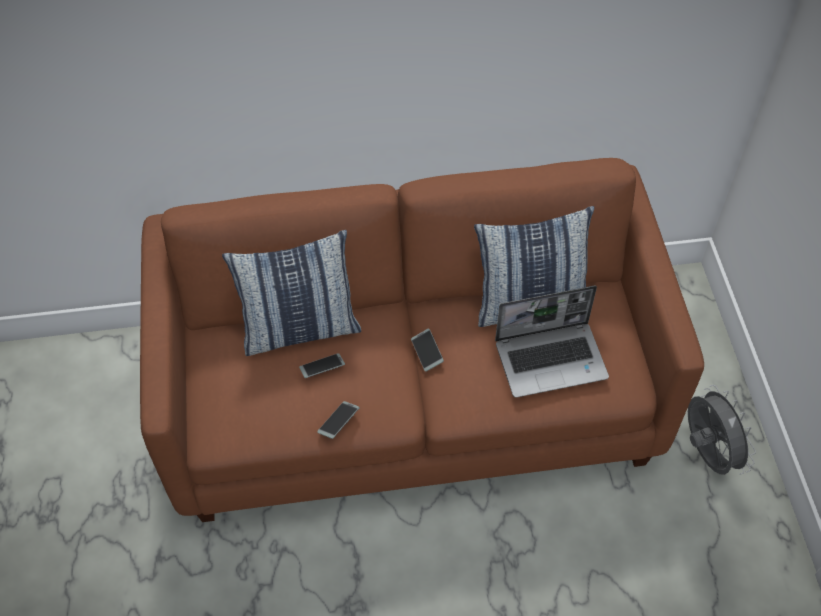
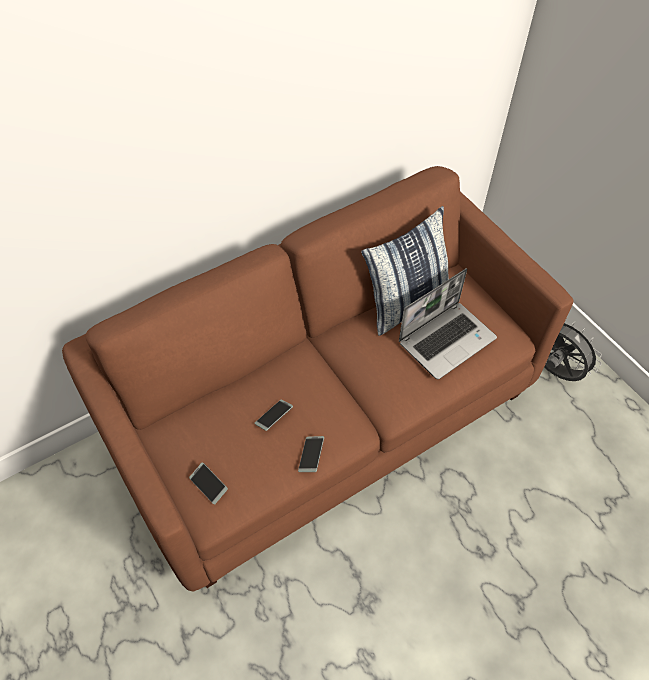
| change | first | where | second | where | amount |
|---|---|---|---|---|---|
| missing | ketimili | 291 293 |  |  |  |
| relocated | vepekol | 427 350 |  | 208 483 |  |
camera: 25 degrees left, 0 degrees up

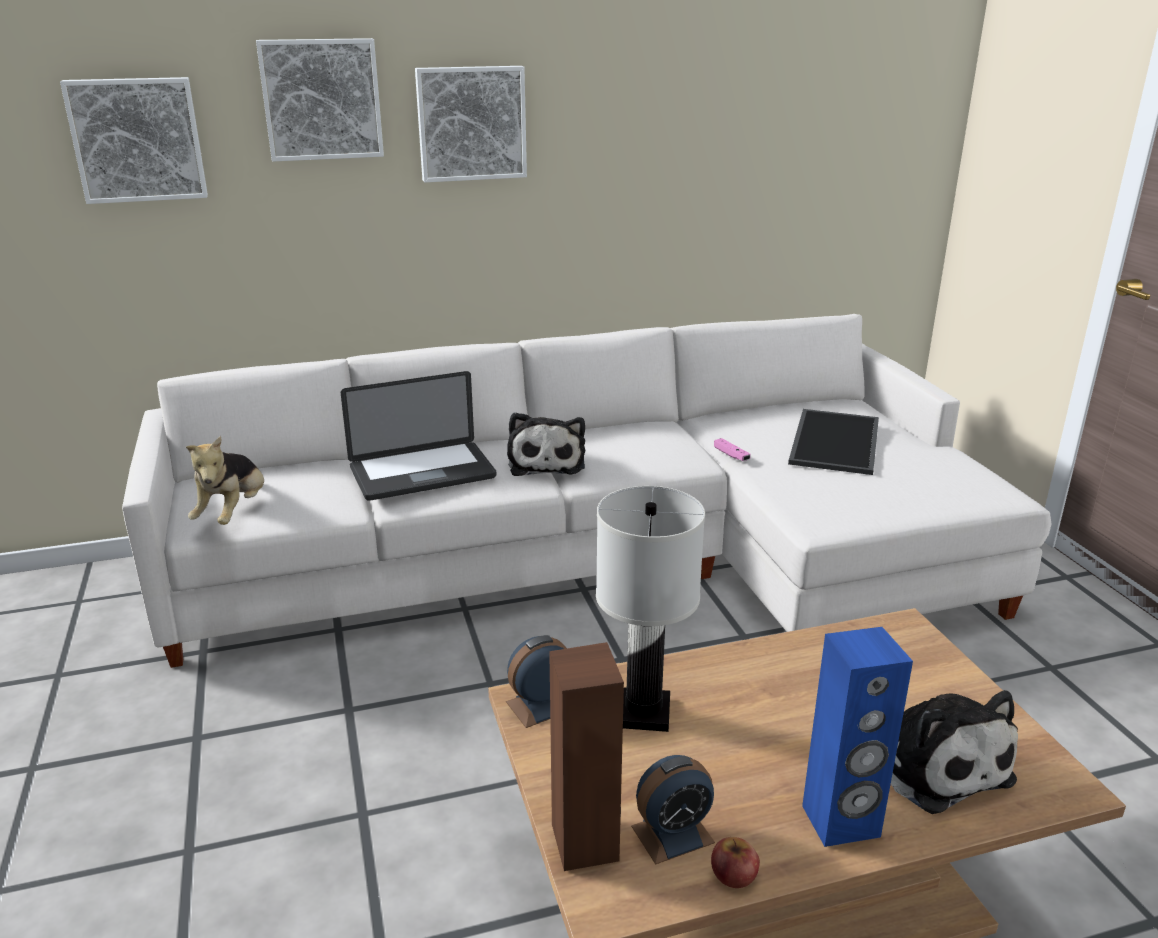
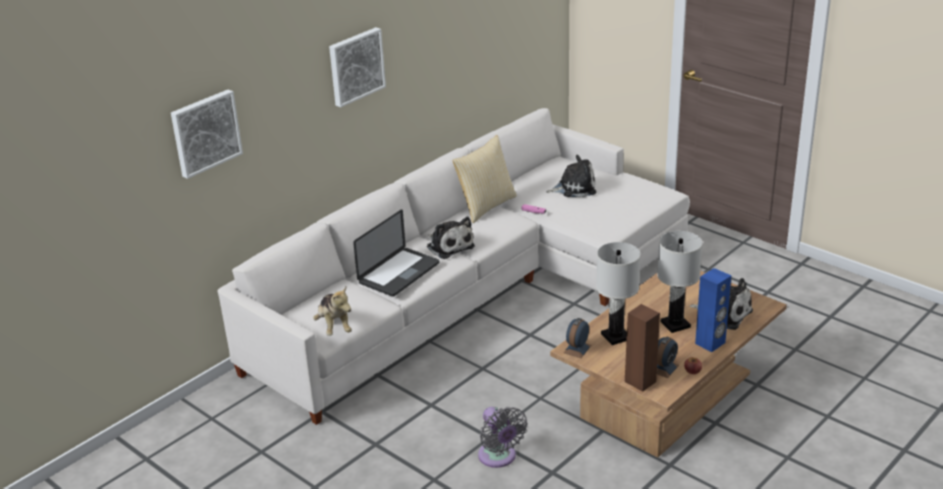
| change | first | where | second | where | amount |
|---|---|---|---|---|---|
| missing | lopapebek | 320 100 |  |  |  |
| exchanged | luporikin | 833 442 | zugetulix | 571 176 |  |
| appeared |  |  | ketimili | 485 179 |  |
| appeared |  |  | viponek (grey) | 503 437 |  |
| appeared |  |  | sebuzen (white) | 679 282 |  |
camera: 30 degrees left, 5 degrees up

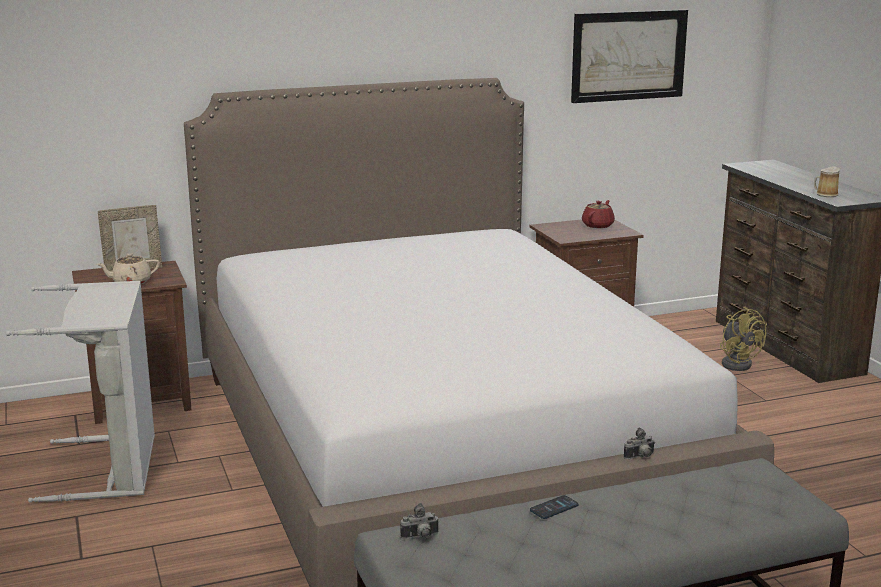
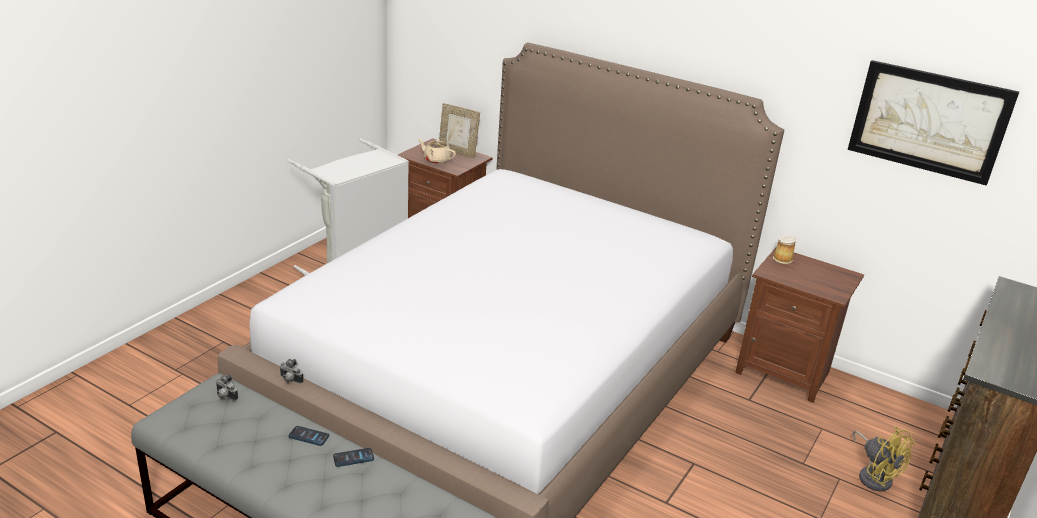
| change | first | where | second | where | amount |
|---|---|---|---|---|---|
| missing | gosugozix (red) | 598 214 |  |  |  |
| relocated | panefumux | 639 443 |  | 291 371 |  |
| spun | viponek (yellow) | 743 338 |  | 884 458 | 60 degrees counterclockwise |
| relocated | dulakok | 827 181 |  | 785 250 |  |
| appeared |  |  | vepekol | 353 457 |  |
camera: 50 degrees right, 10 degrees up

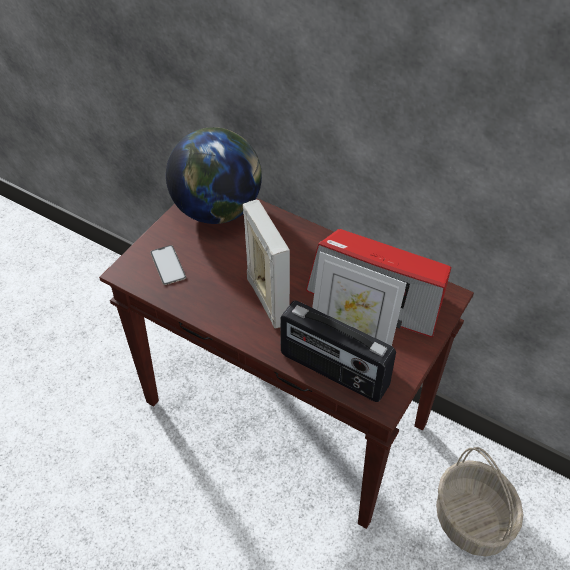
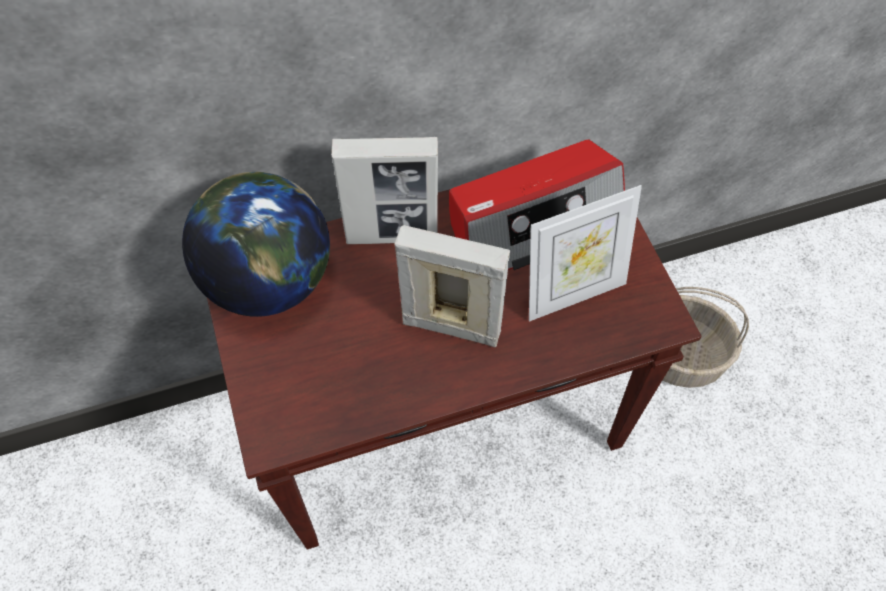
| change | first | where | second | where | amount |
|---|---|---|---|---|---|
| missing | vepekol | 168 265 |  |  |  |
| missing | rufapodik | 338 351 |  |  |  |
| appeared |  |  | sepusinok | 384 190 |  |
camera: 50 degrees left, 10 degrees up

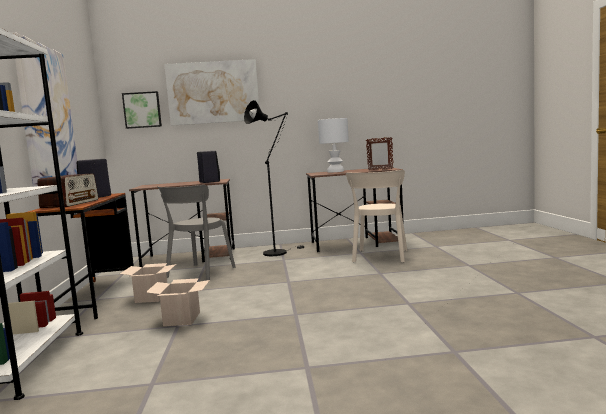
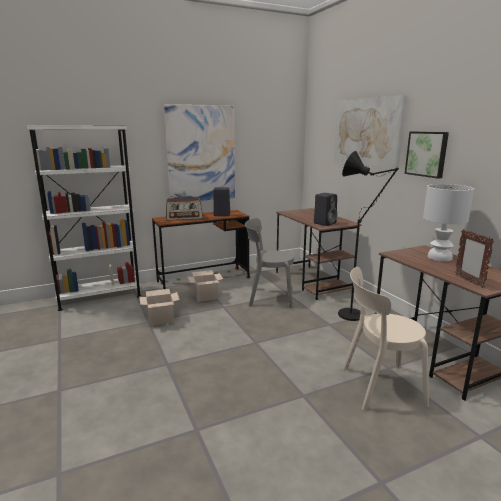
| change | first | where | second | where | amount |
|---|---|---|---|---|---|
| relocated | lopapebek | 142 110 |  | 427 155 |  |
camera: 70 degrees right, 10 degrees up

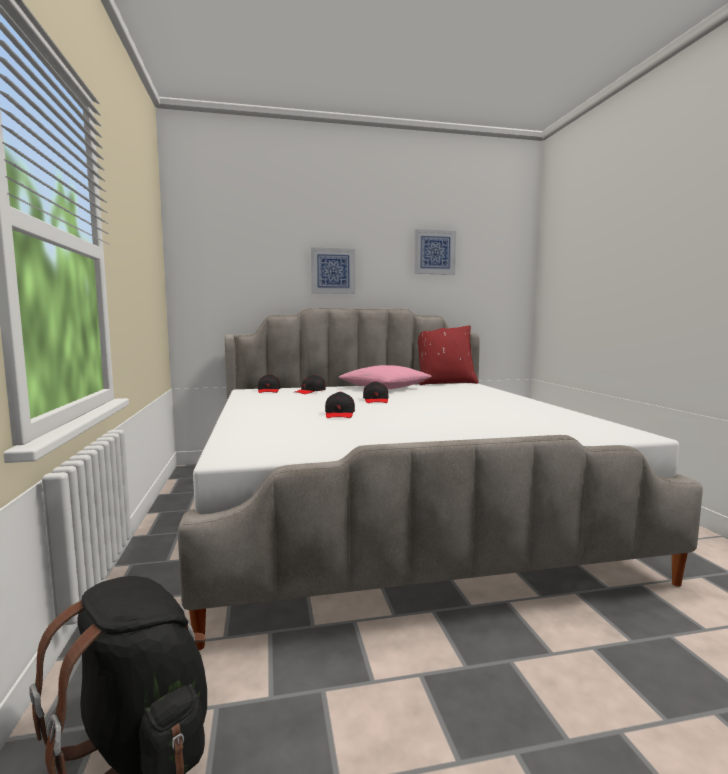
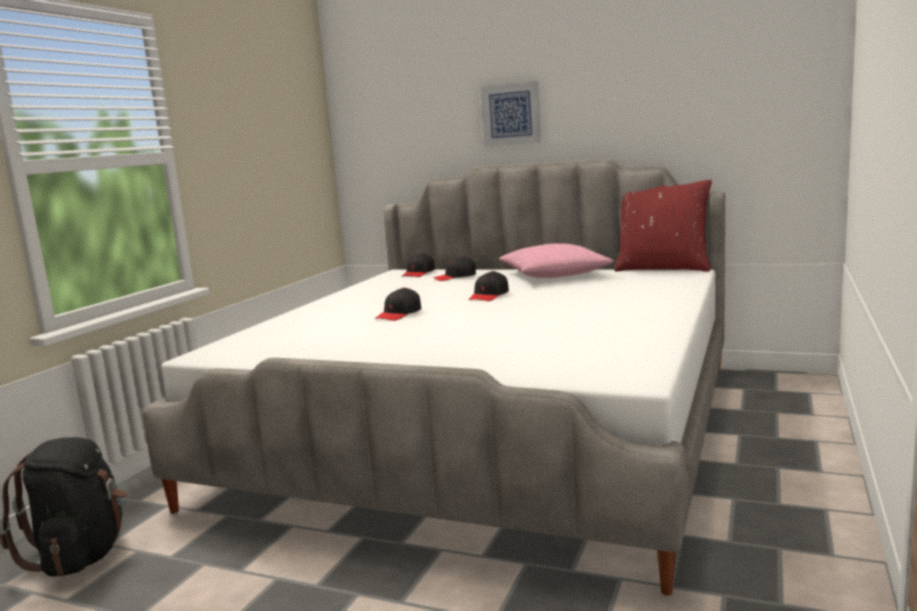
| change | first | where | second | where | amount |
|---|---|---|---|---|---|
| missing | lopapebek | 435 252 |  |  |  |
camera: 35 degrees right, 5 degrees up

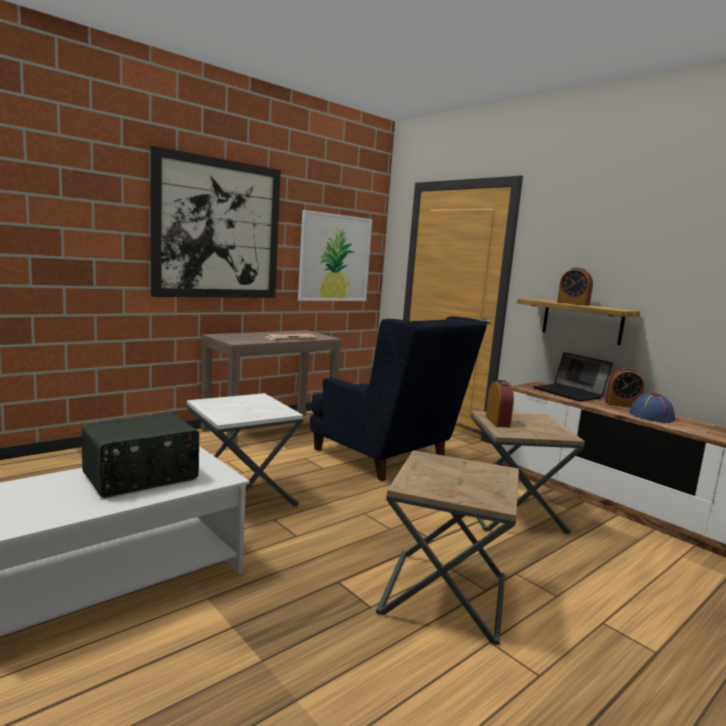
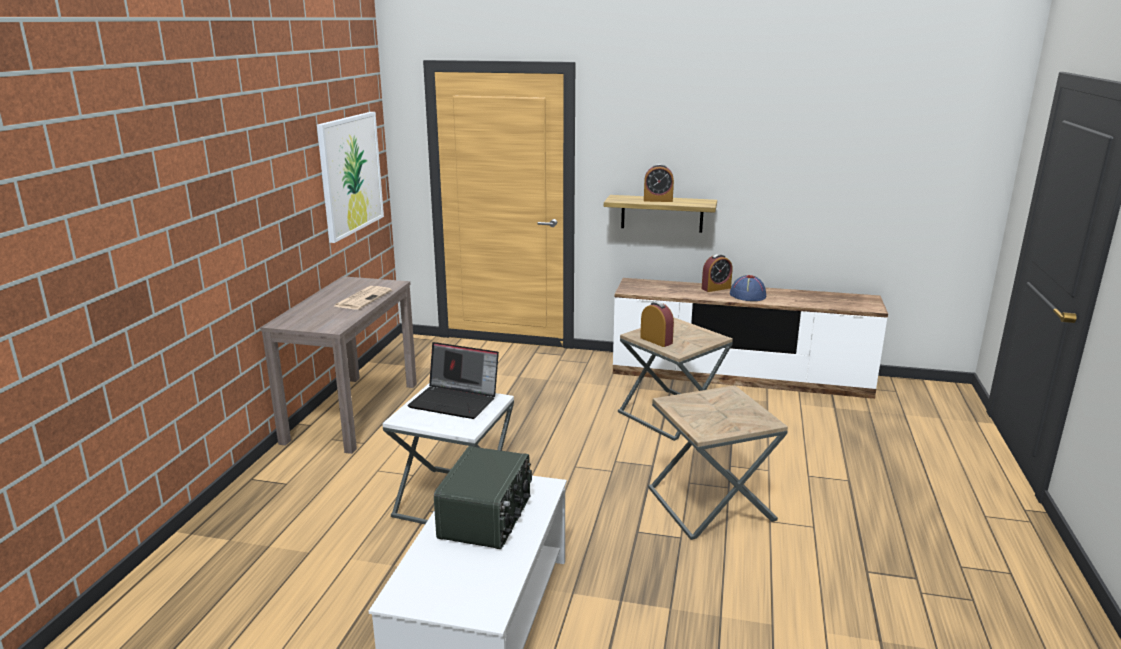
| change | first | where | second | where | amount |
|---|---|---|---|---|---|
| missing | lopapebek | 216 222 |  |  |  |
| missing | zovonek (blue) | 398 398 |  |  |  |
| relocated | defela | 573 376 |  | 453 380 |  |
camera: 35 degrees left, 10 degrees up

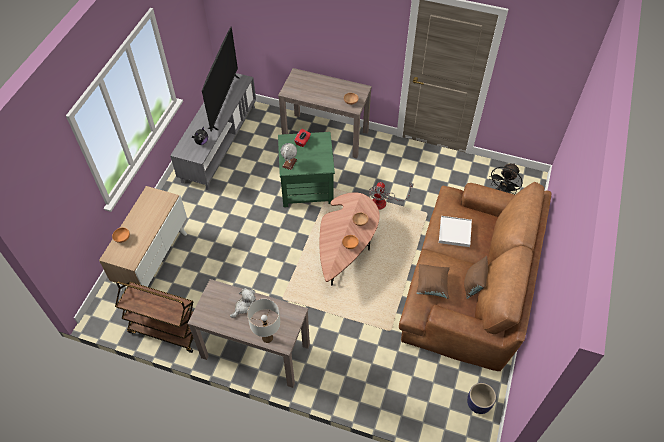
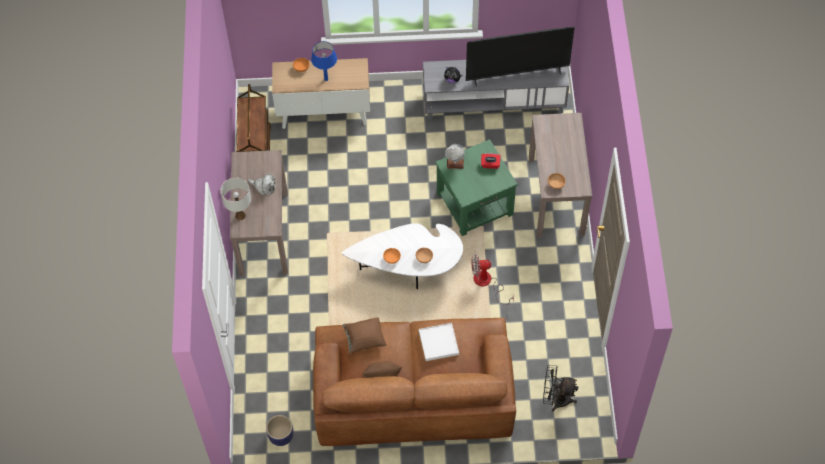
| change | first | where | second | where | amount |
|---|---|---|---|---|---|
| colour | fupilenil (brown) | 350 239 | fupilenil (white) | 402 256 |  |
| appeared |  |  | sebuzen (blue) | 324 61 |  |
camera: 70 degrees right, 5 degrees up

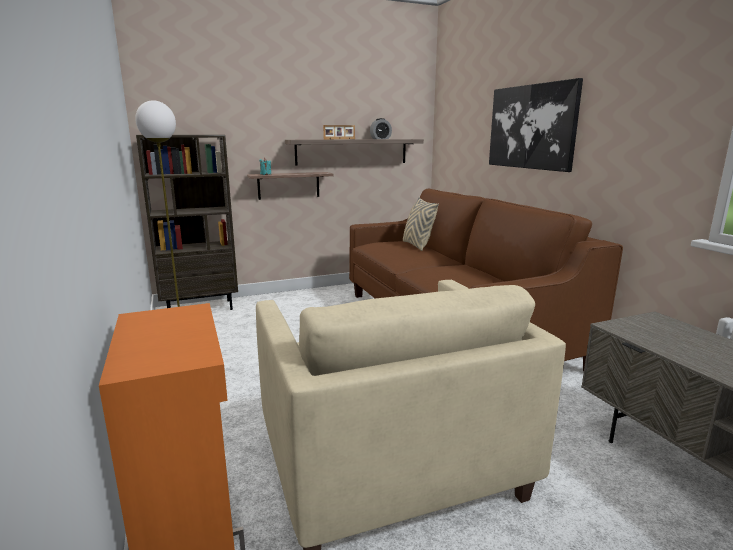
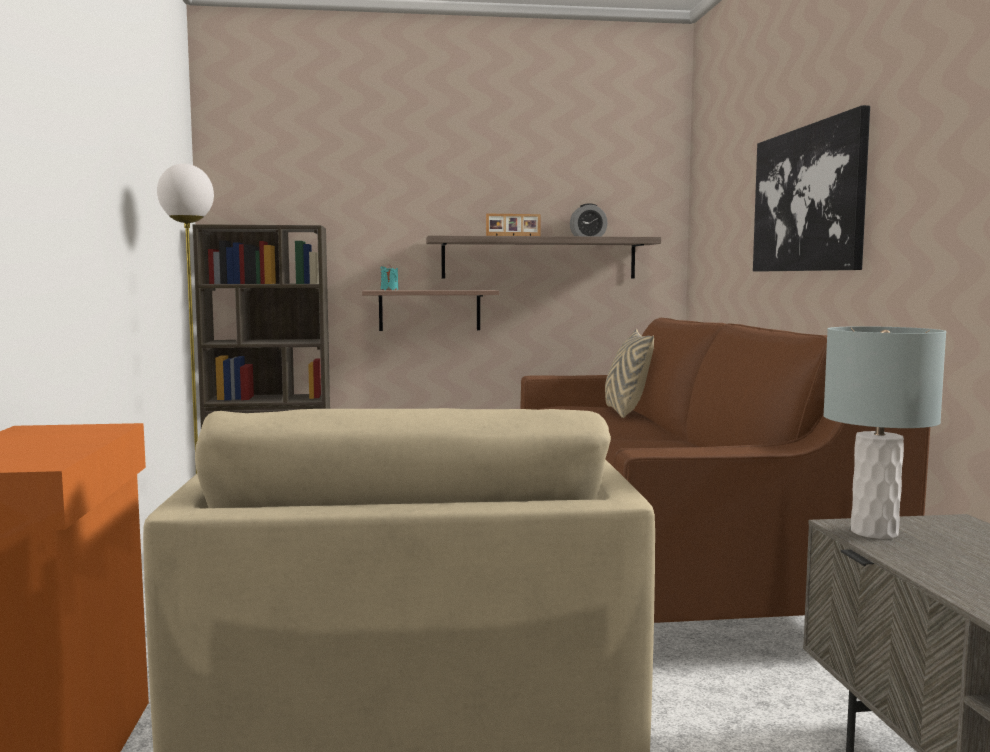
| change | first | where | second | where | amount |
|---|---|---|---|---|---|
| appeared |  |  | sebuzen (grey) | 884 432 |  |
camera: 15 degrees right, 10 degrees down

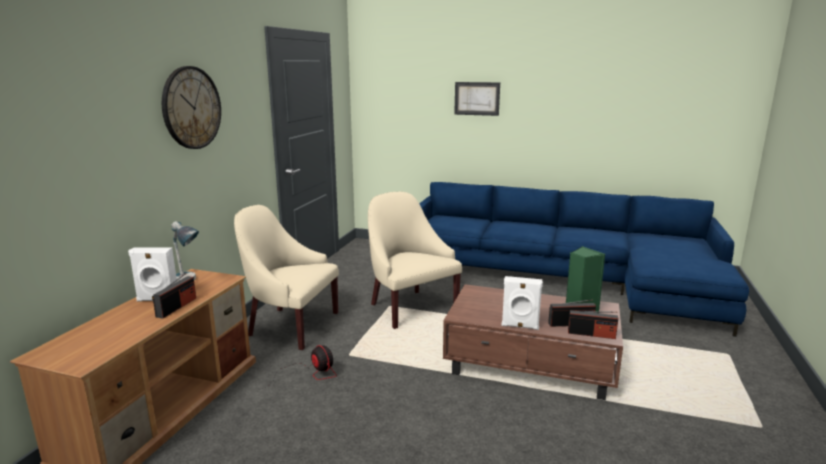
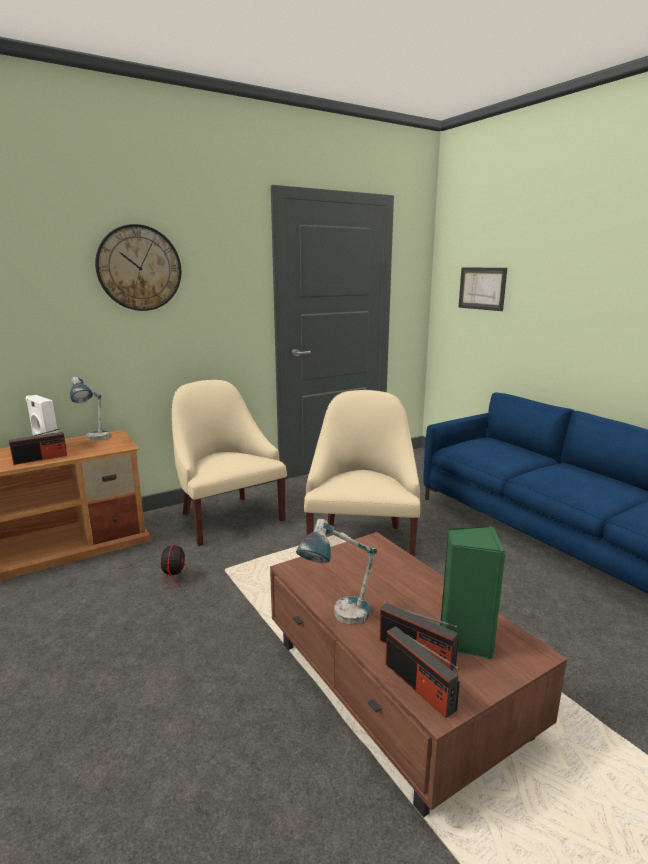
| change | first | where | second | where | amount |
|---|---|---|---|---|---|
| relocated | lopapebek | 477 99 |  | 482 289 |  |
| exchanged | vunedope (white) | 522 303 | sebuzen | 336 572 |  |
camera: 40 degrees right, 0 degrees up

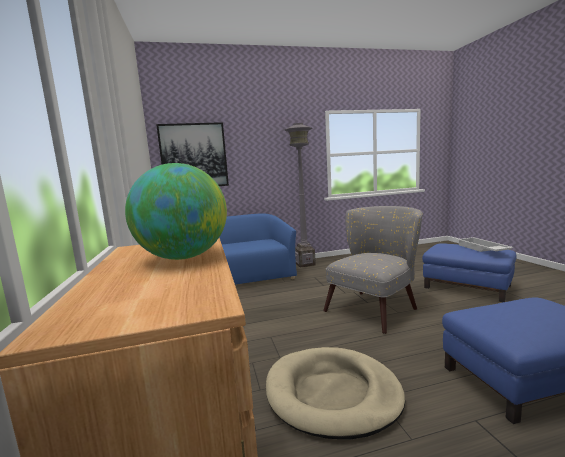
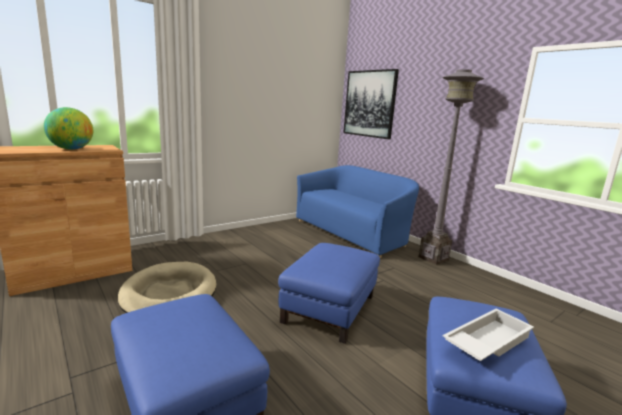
| change | first | where | second | where | amount |
|---|---|---|---|---|---|
| exchanged | zovonek (grey) | 373 270 | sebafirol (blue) | 329 293 |  |
camera: 65 degrees right, 5 degrees up

